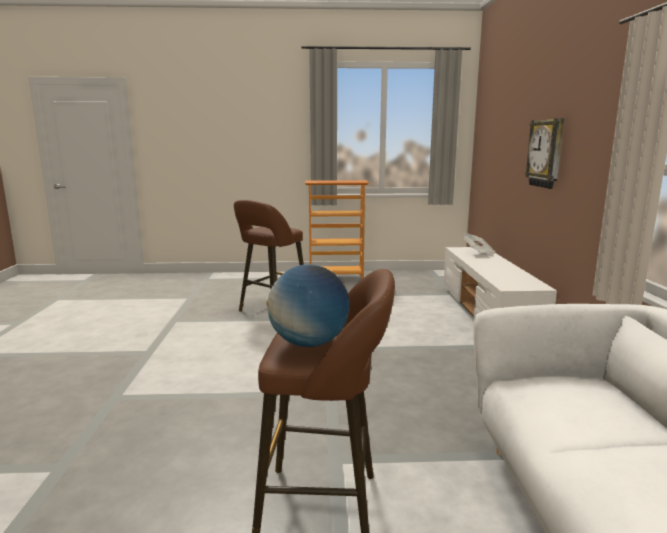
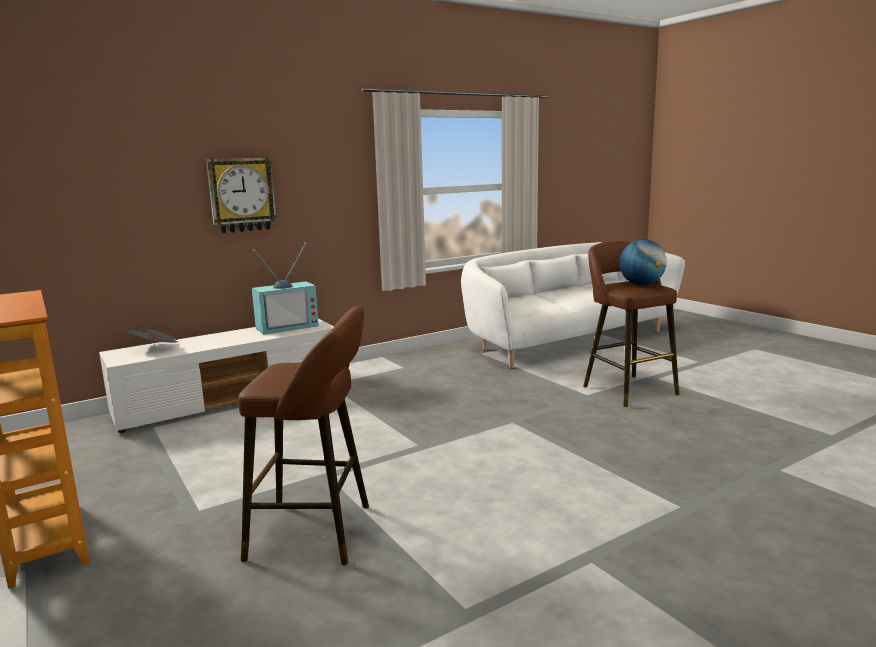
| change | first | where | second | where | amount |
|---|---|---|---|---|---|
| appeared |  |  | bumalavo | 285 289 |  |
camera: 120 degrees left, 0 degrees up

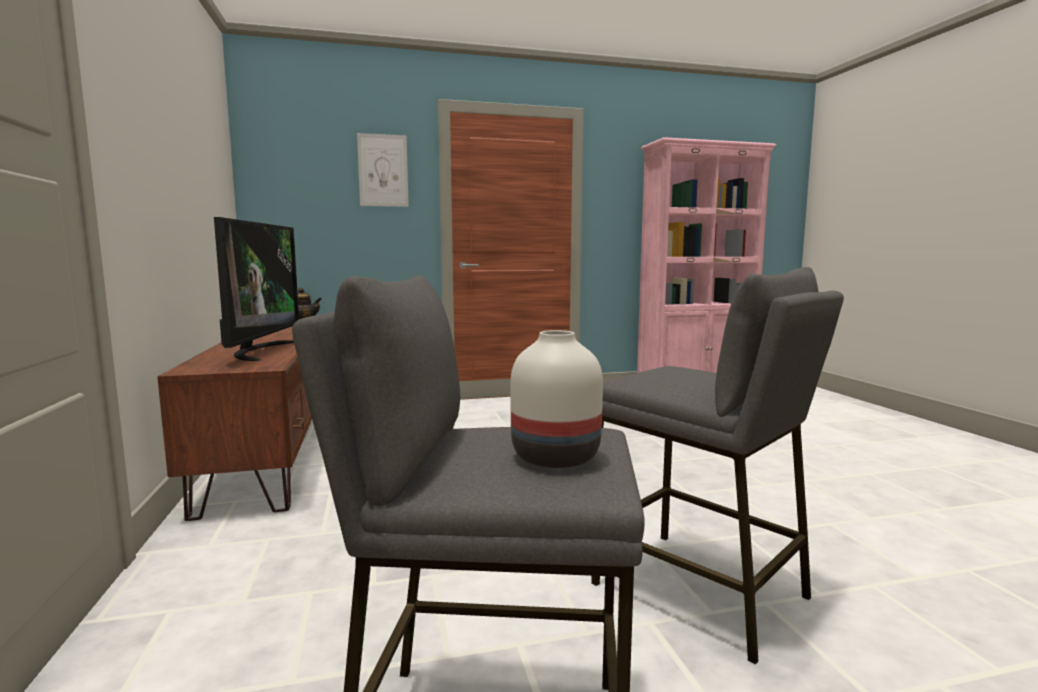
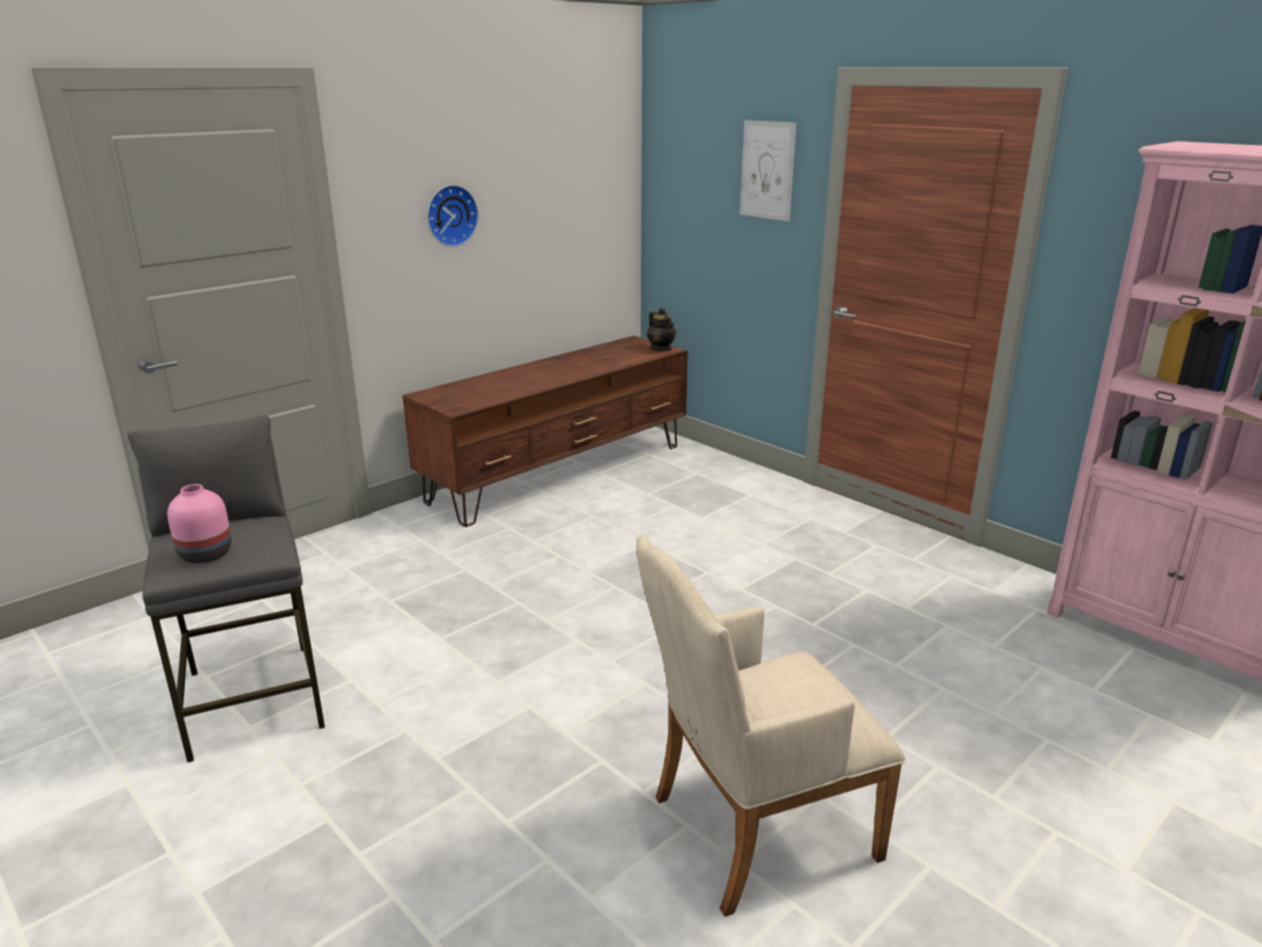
| change | first | where | second | where | amount |
|---|---|---|---|---|---|
| missing | bumalavo | 256 289 |  |  |  |
| colour | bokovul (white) | 557 399 | bokovul (pink) | 199 523 |  |
| missing | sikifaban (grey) | 717 466 |  |  |  |
| appeared |  |  | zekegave | 453 216 |  |
| appeared |  |  | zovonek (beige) | 771 726 |  |
camera: 60 degrees right, 15 degrees up

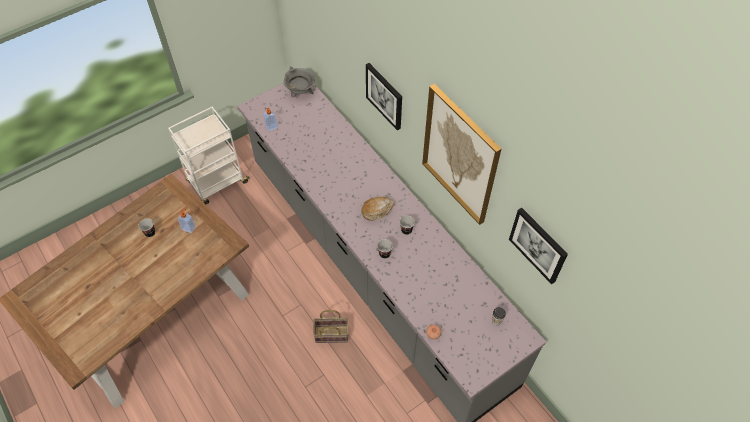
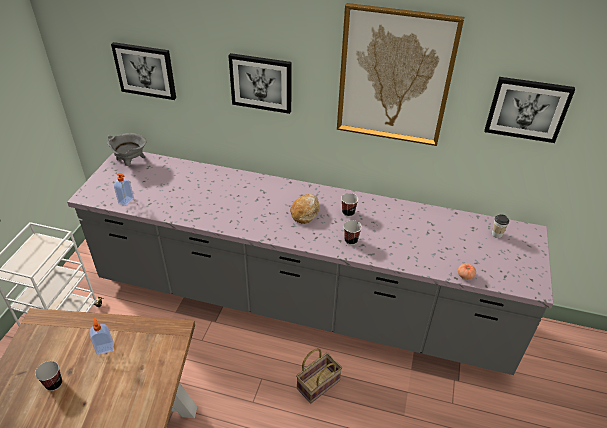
| change | first | where | second | where | amount |
|---|---|---|---|---|---|
| appeared |  |  | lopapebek | 143 71 |  |
camera: 40 degrees left, 15 degrees down

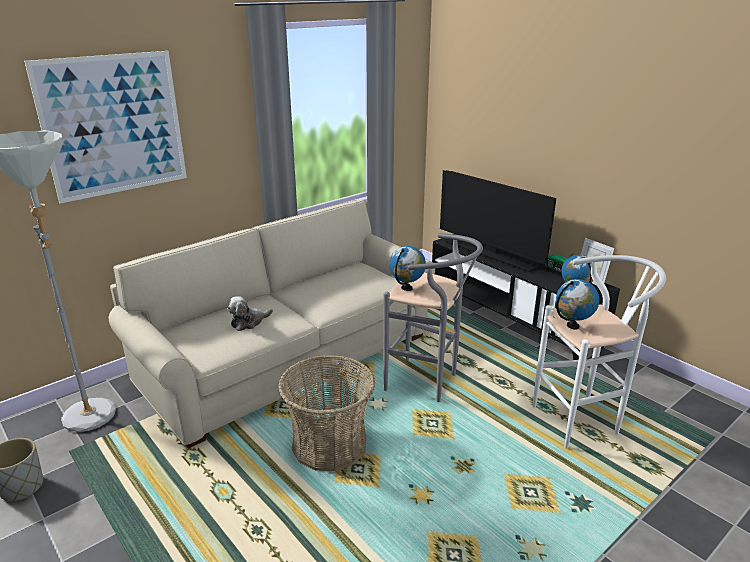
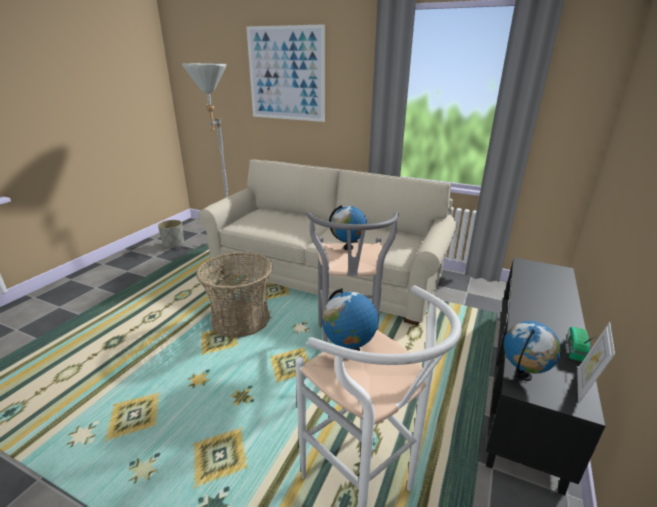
| change | first | where | second | where | amount |
|---|---|---|---|---|---|
| missing | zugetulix | 250 313 |  |  |  |
| missing | bumalavo | 498 221 |  |  |  |
camera: 65 degrees right, 0 degrees up

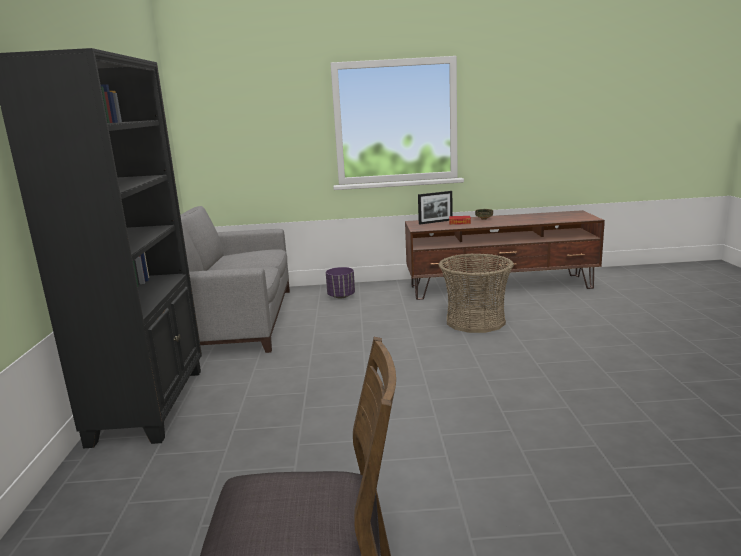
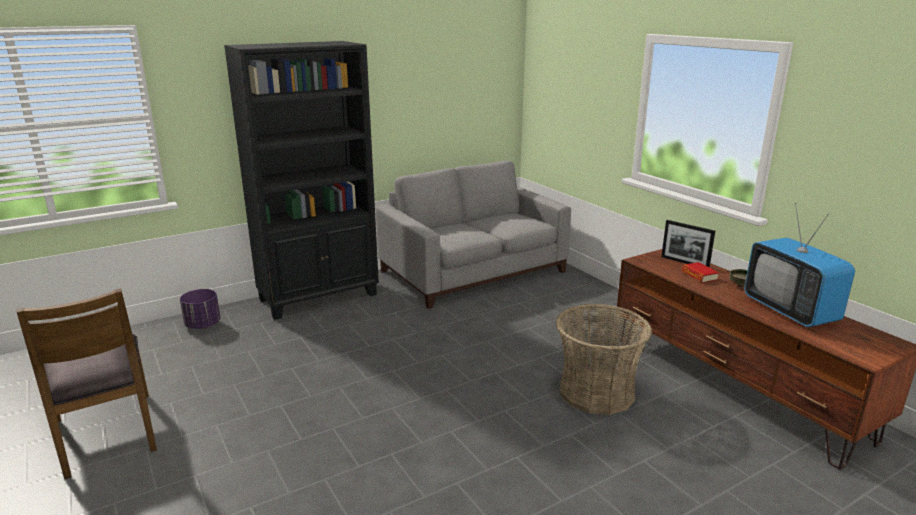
| change | first | where | second | where | amount |
|---|---|---|---|---|---|
| relocated | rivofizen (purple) | 340 282 |  | 200 309 |  |
| appeared |  |  | bumalavo | 799 265 |  |
camera: 60 degrees right, 5 degrees up

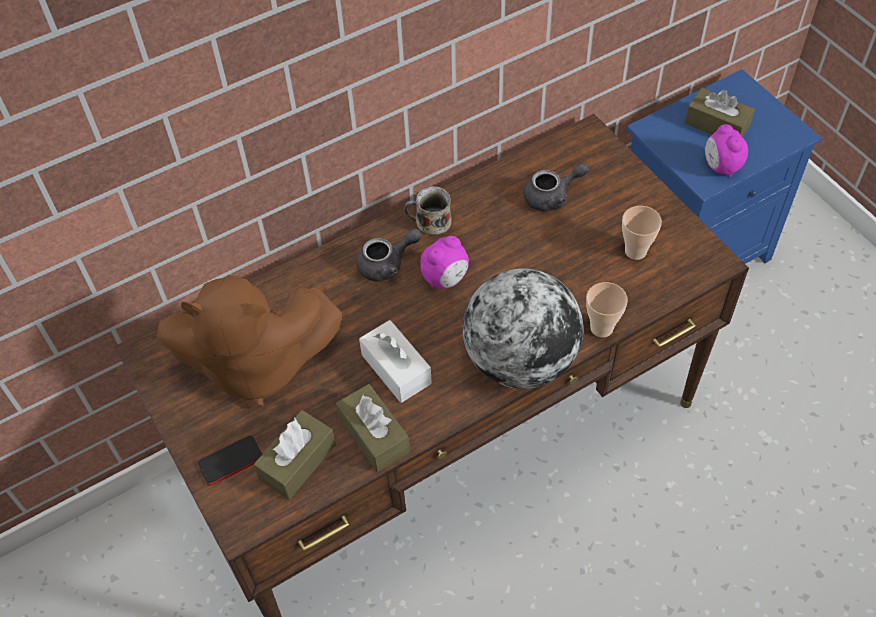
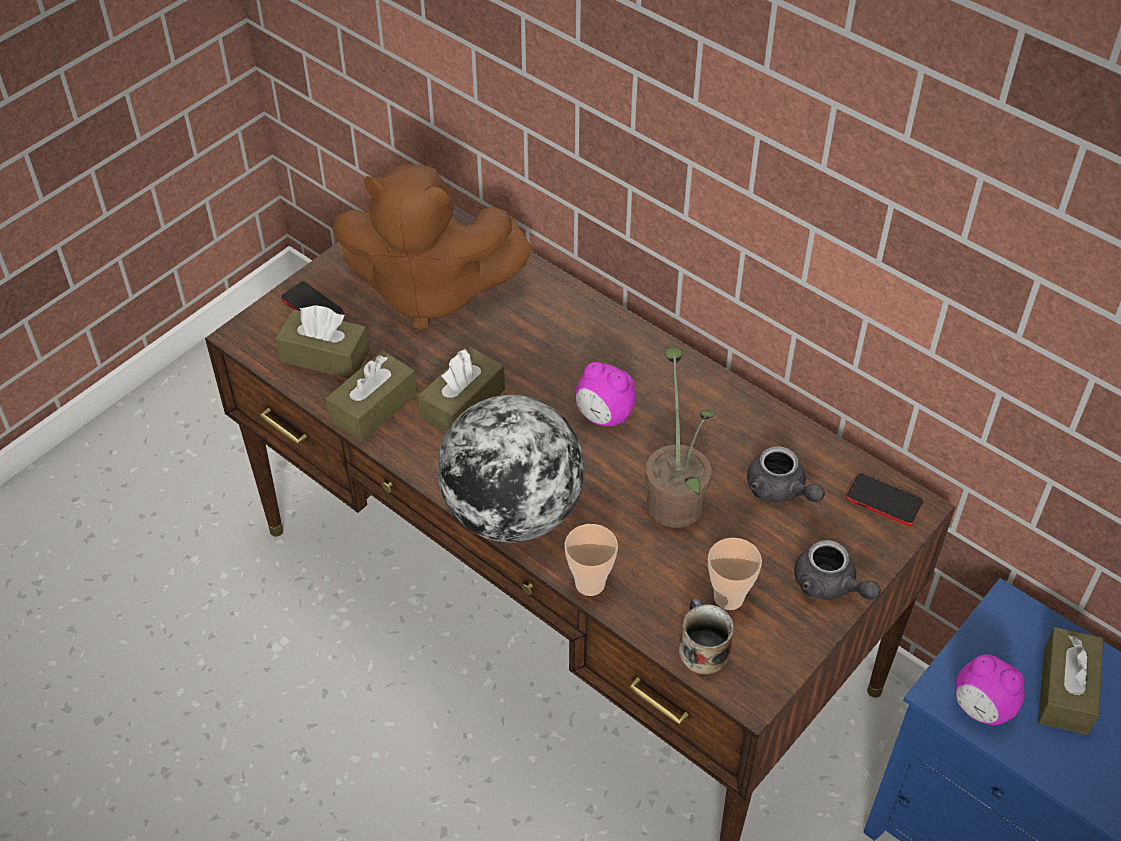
| change | first | where | second | where | amount |
|---|---|---|---|---|---|
| spun | zugetulix (brown) | 249 342 |  | 432 247 | 60 degrees counterclockwise |
| relocated | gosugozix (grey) | 389 254 |  | 837 570 |  |
| colour | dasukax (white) | 395 361 | dasukax (brown) | 461 390 |  |
| relocated | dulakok | 428 210 |  | 706 636 |  |
| spun | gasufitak | 726 150 |  | 990 689 | 105 degrees counterclockwise |
| appeared |  |  | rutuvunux | 680 437 |  |
| appeared |  |  | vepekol | 885 500 |  |
camera: 70 degrees right, 5 degrees down

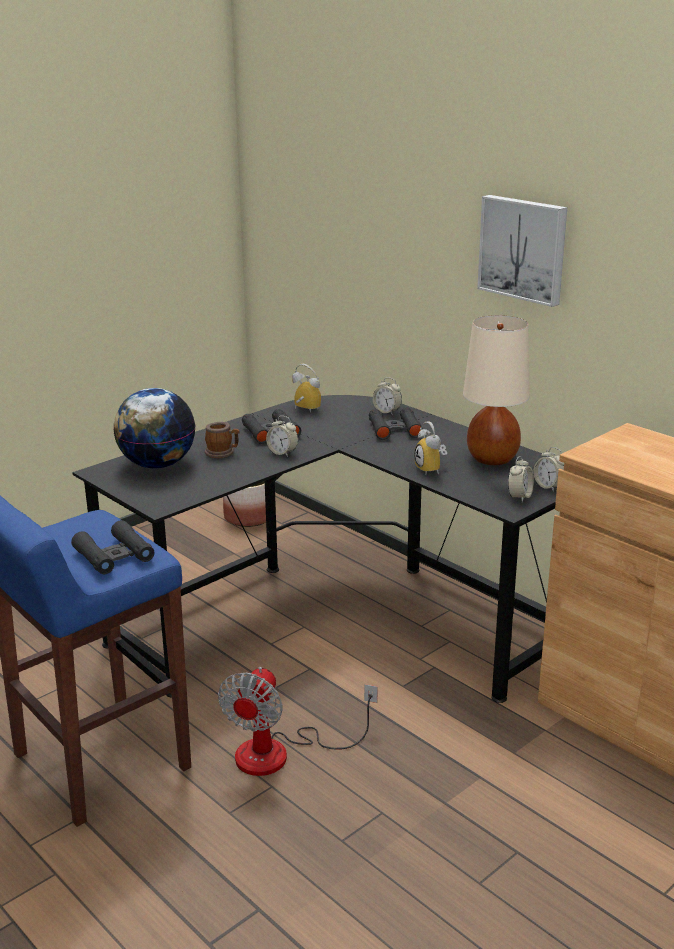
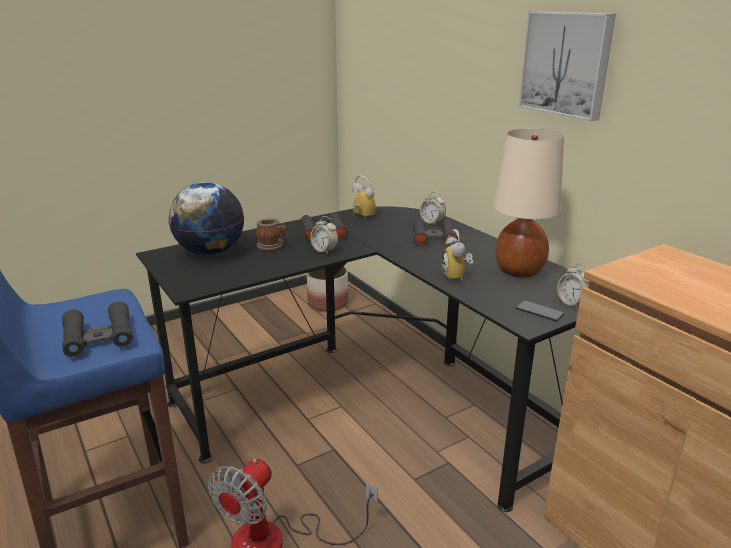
| change | first | where | second | where | amount |
|---|---|---|---|---|---|
| exchanged | gasufitak | 521 479 | vepekol | 540 310 |  |
camera: 10 degrees right, 0 degrees up

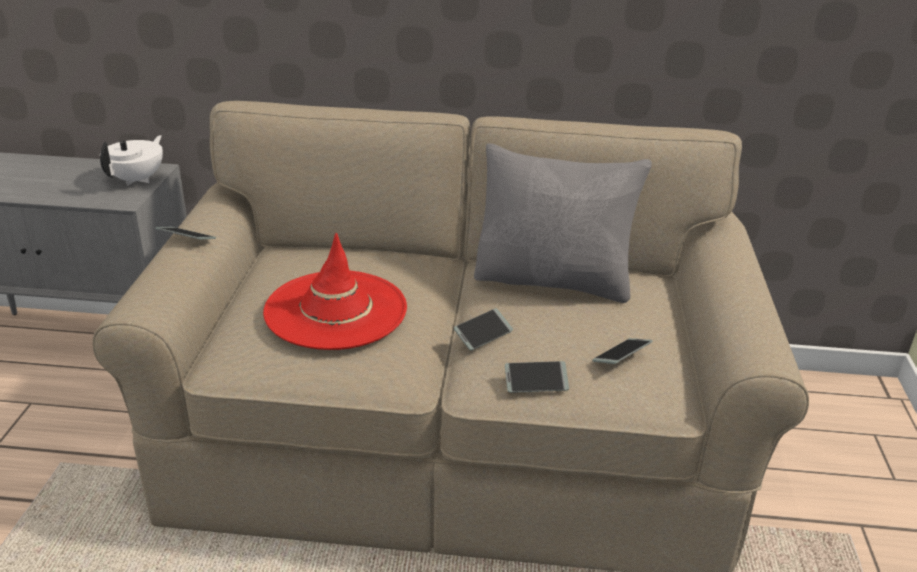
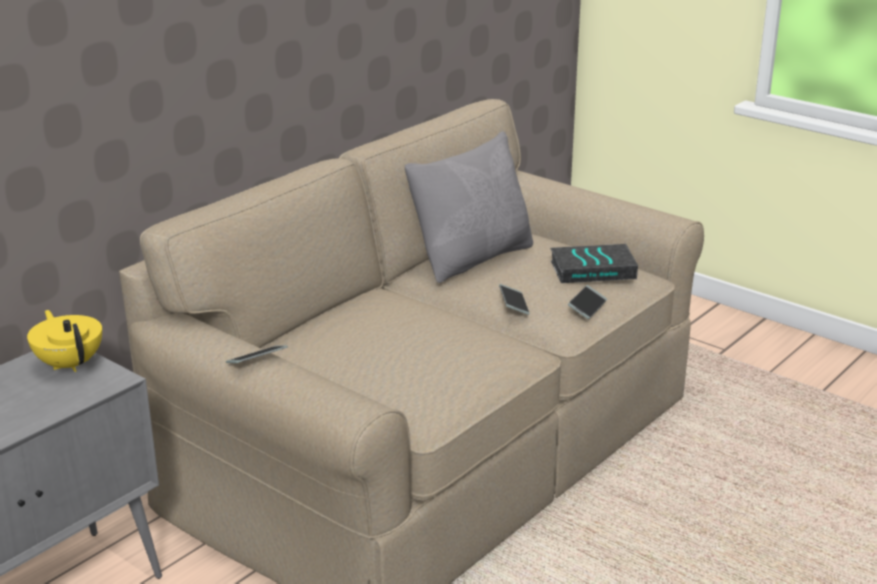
| change | first | where | second | where | amount |
|---|---|---|---|---|---|
| colour | gosugozix (white) | 131 160 | gosugozix (yellow) | 64 341 |  |
| missing | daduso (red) | 335 291 |  |  |  |
| exchanged | vepekol | 622 351 | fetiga | 594 263 |  |
camera: 55 degrees left, 5 degrees down

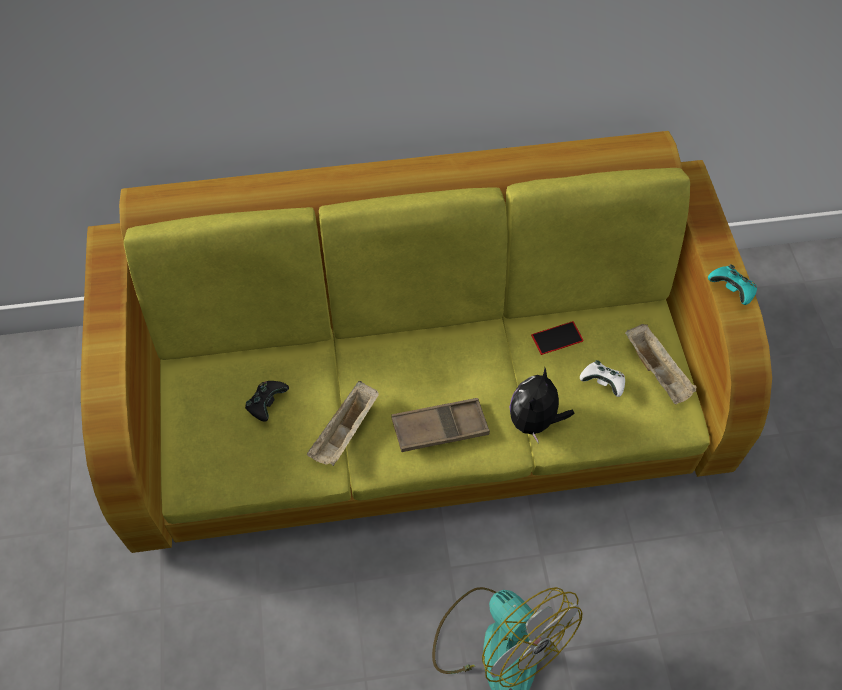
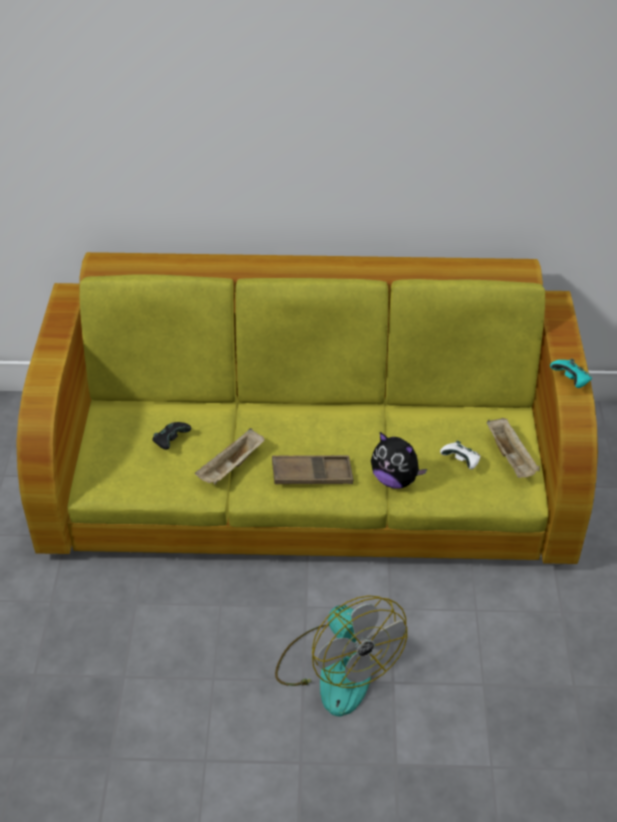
| change | first | where | second | where | amount |
|---|---|---|---|---|---|
| spun | zugetulix | 542 405 |  | 399 460 | 90 degrees counterclockwise |
| missing | vepekol | 557 338 |  |  |  |
camera: 10 degrees right, 15 degrees down

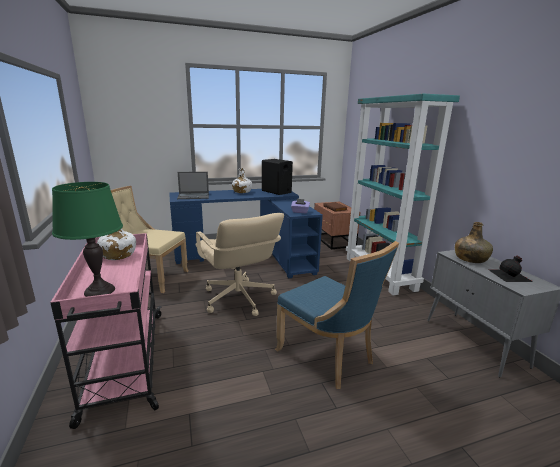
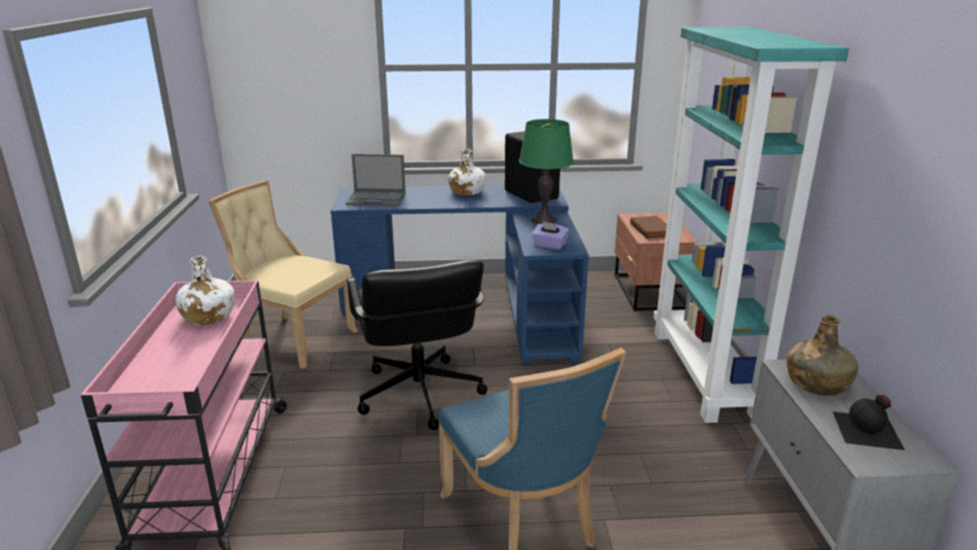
| change | first | where | second | where | amount |
|---|---|---|---|---|---|
| relocated | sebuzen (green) | 87 239 |  | 546 171 |  |
| colour | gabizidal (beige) | 239 264 | gabizidal (black) | 417 345 |  |
camera: 15 degrees right, 5 degrees up

